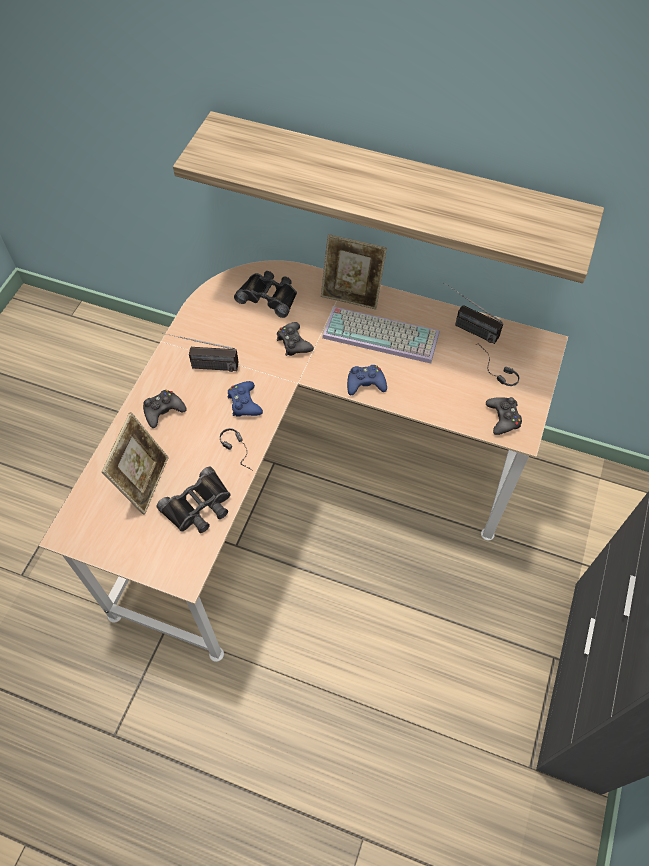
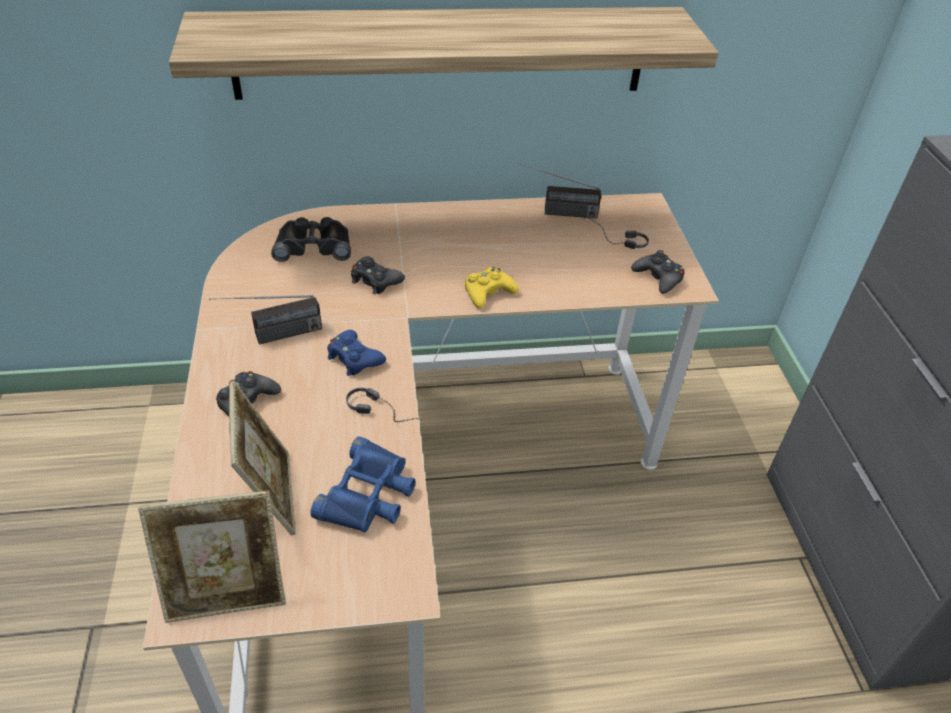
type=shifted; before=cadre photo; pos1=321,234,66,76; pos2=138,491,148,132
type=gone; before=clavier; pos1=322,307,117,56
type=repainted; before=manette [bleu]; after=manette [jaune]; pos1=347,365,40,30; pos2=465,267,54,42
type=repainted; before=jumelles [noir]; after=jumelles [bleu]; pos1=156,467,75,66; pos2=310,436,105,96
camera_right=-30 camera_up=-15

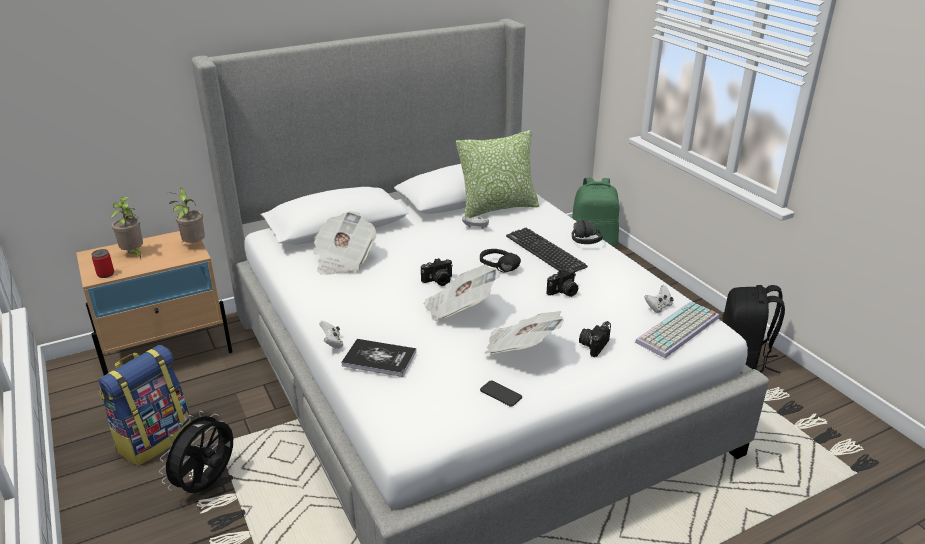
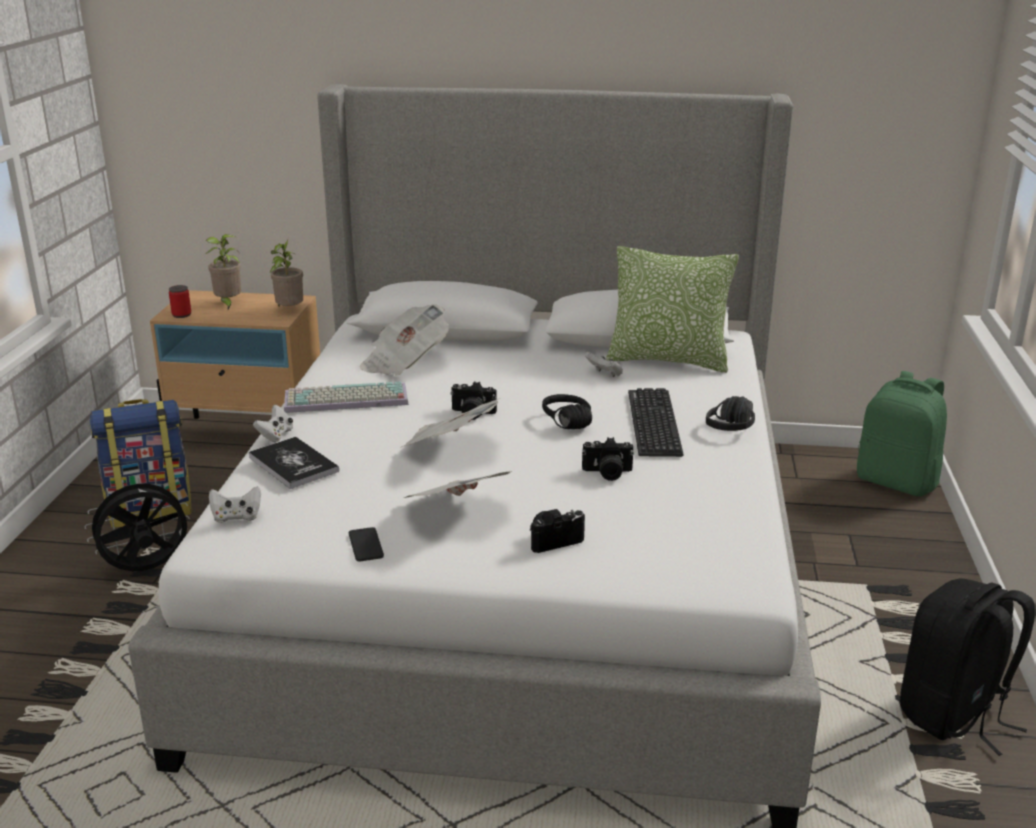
type=shifted; before=manette [blanc]; pos1=644,285,30,28; pos2=209,486,52,37
type=shifted; before=clavier; pos1=635,301,84,57; pos2=284,381,125,32
camera_right=35 camera_up=-5

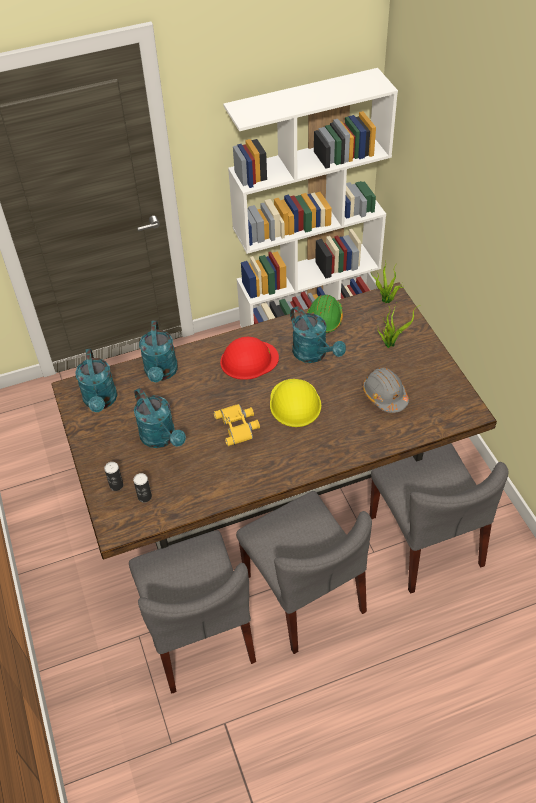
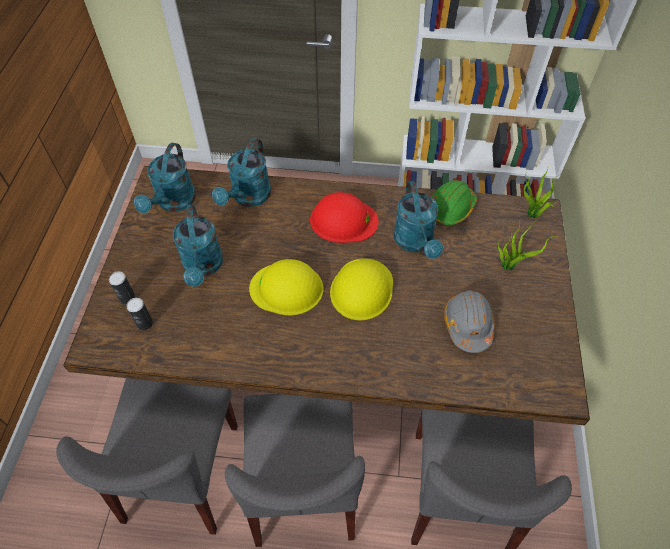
type=swapped; before=jumelles [jaune]; after=casque de chantier [jaune]; pos1=214,404,46,42; pos2=249,259,74,56
camera_right=25 camera_up=5

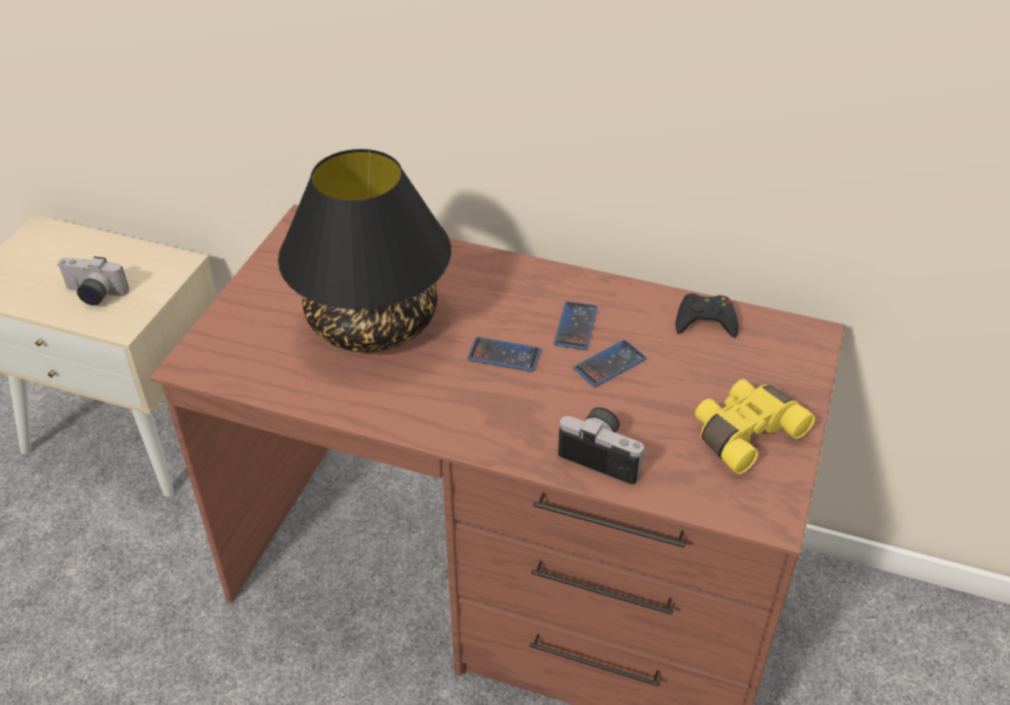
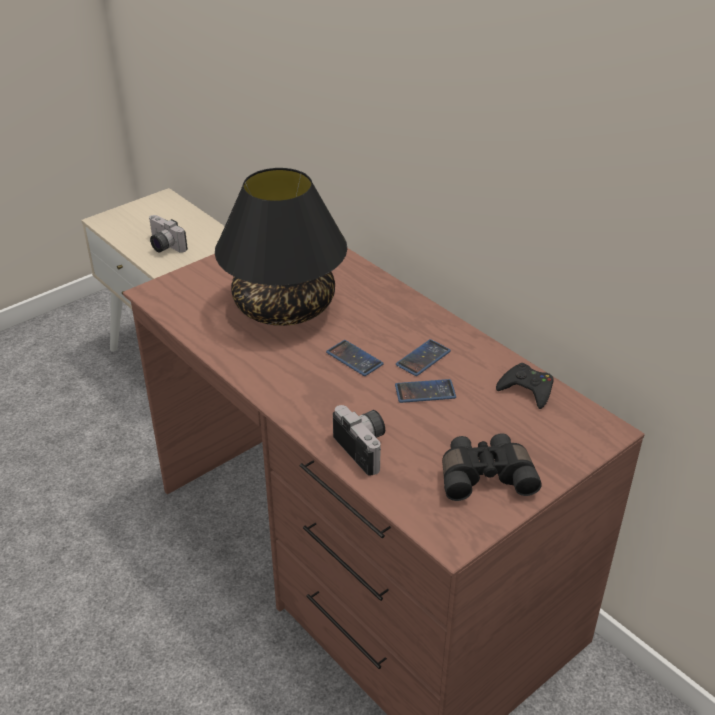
type=repainted; before=jumelles [jaune]; after=jumelles [noir]; pos1=695,379,120,95; pos2=442,433,100,68
camera_right=30 camera_up=-5

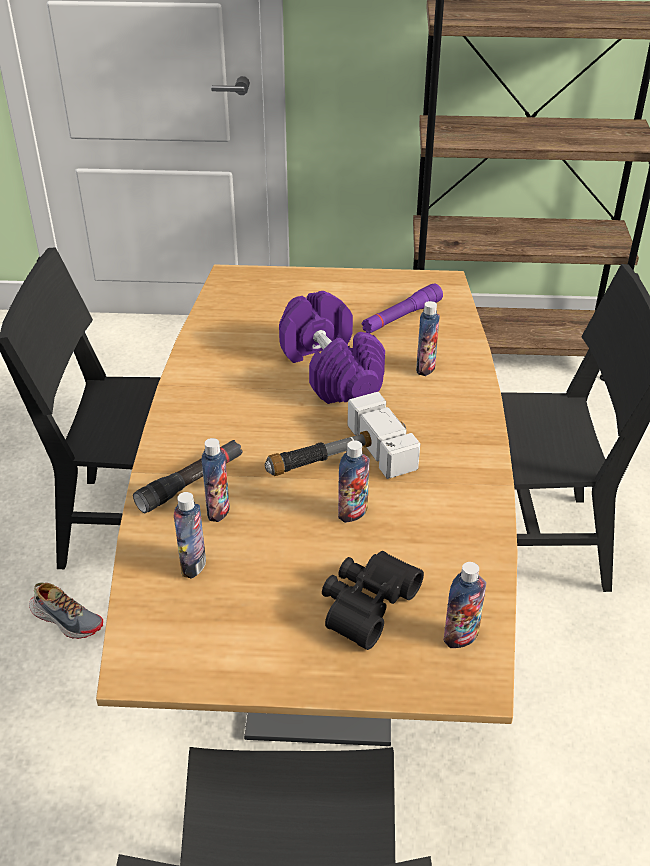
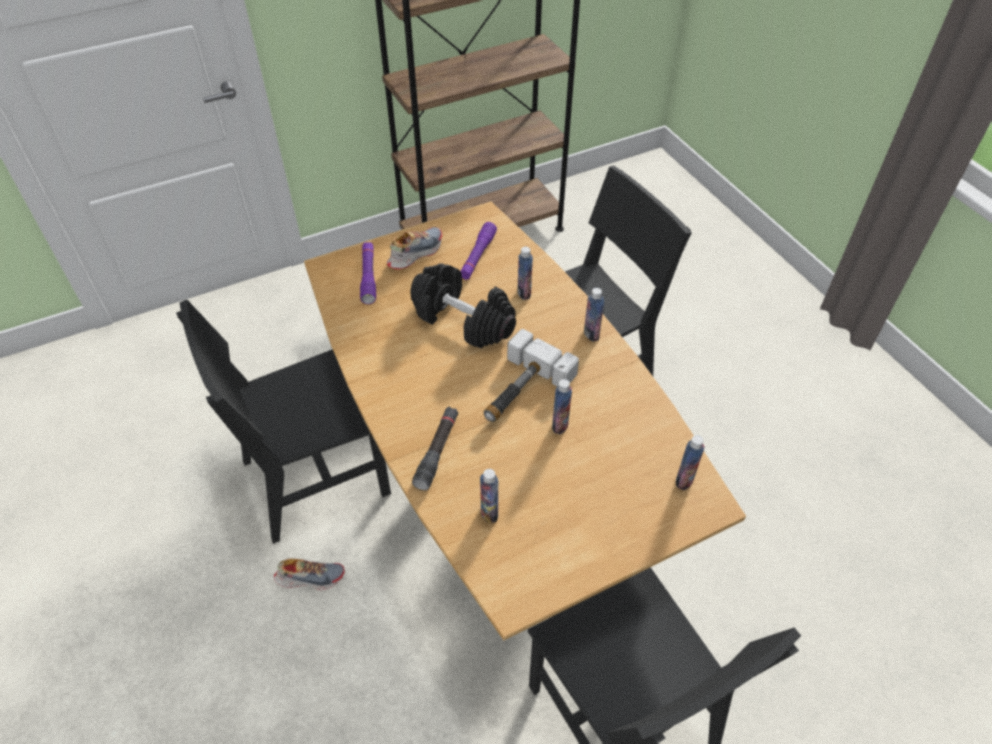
type=repainted; before=haltère [violet]; after=haltère [noir]; pos1=279,291,106,113; pos2=410,263,106,86
type=shifted; before=bouteille; pos1=201,438,29,84; pos2=584,288,20,54
type=gone; before=jumelles [noir]; pos1=322,551,102,99
type=new; after=chaussure; pos2=387,227,55,43
type=new; after=lampe de poche [violet]; pos2=360,242,16,62
camera_right=-30 camera_up=10

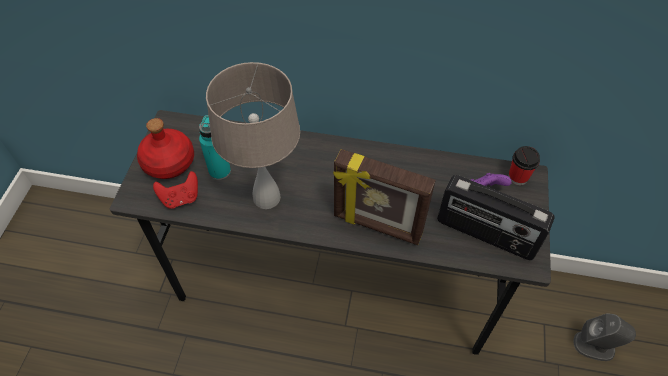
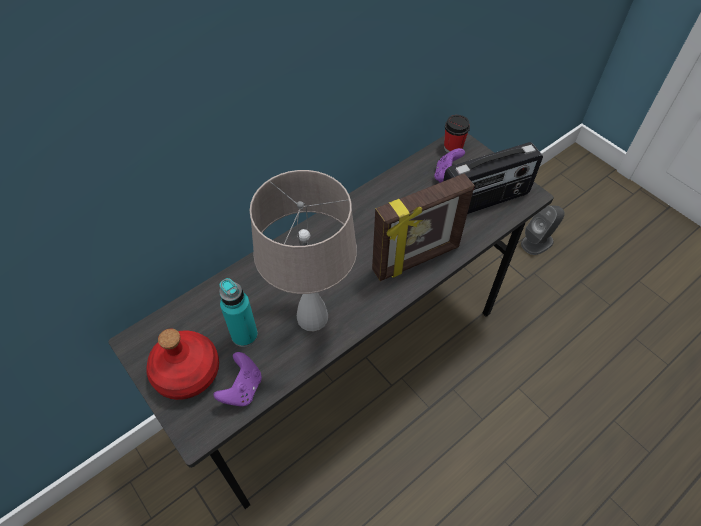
type=repainted; before=manette [rouge]; after=manette [violet]; pos1=153,171,45,38; pos2=213,352,49,55
camera_right=-50 camera_up=0

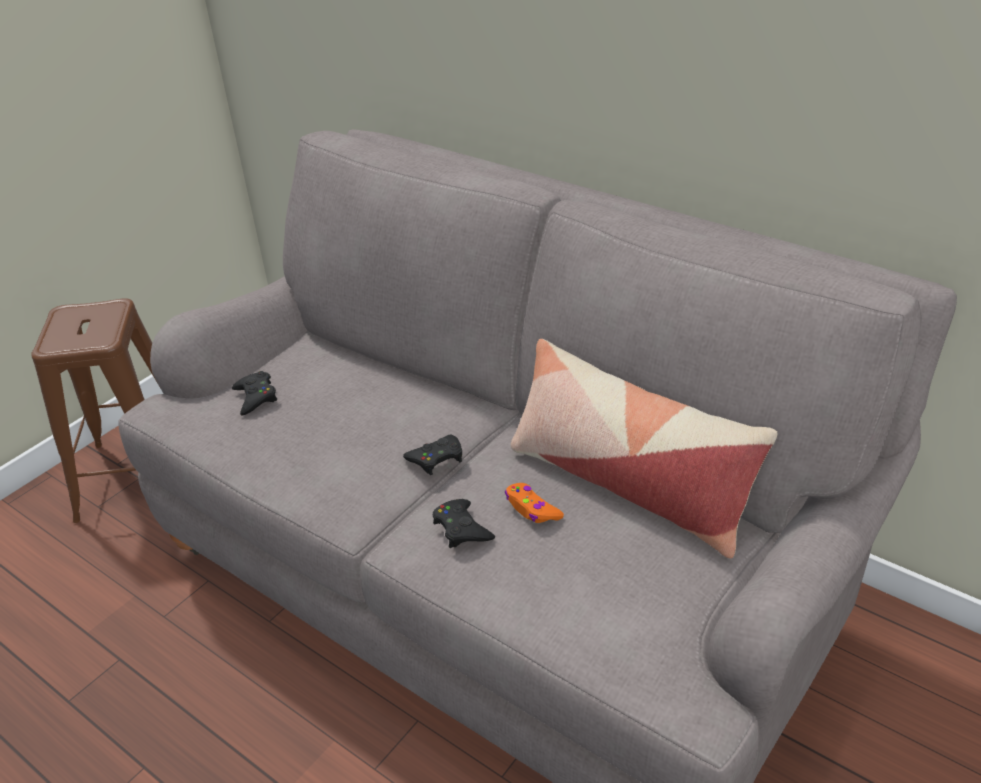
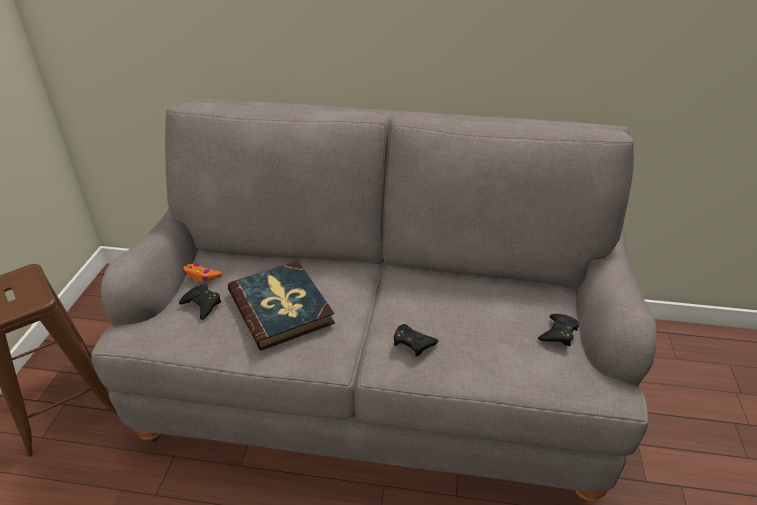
type=gone; before=coussin; pos1=511,339,267,220
type=shifted; before=manette [noir]; pos1=403,435,59,40; pos2=538,314,41,32
type=shifted; before=manette [orange]; pos1=505,483,59,40; pos2=183,263,40,19
type=new; after=livre; pos2=228,261,107,89
camera_right=-30 camera_up=0

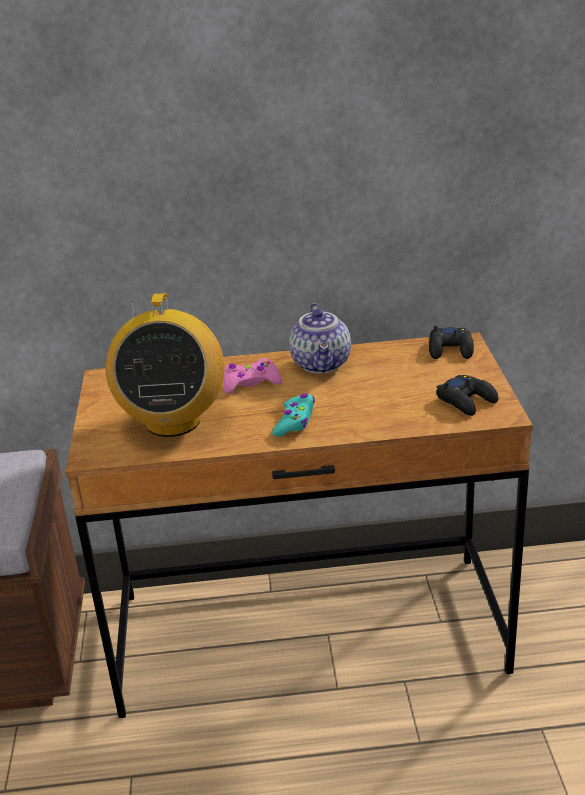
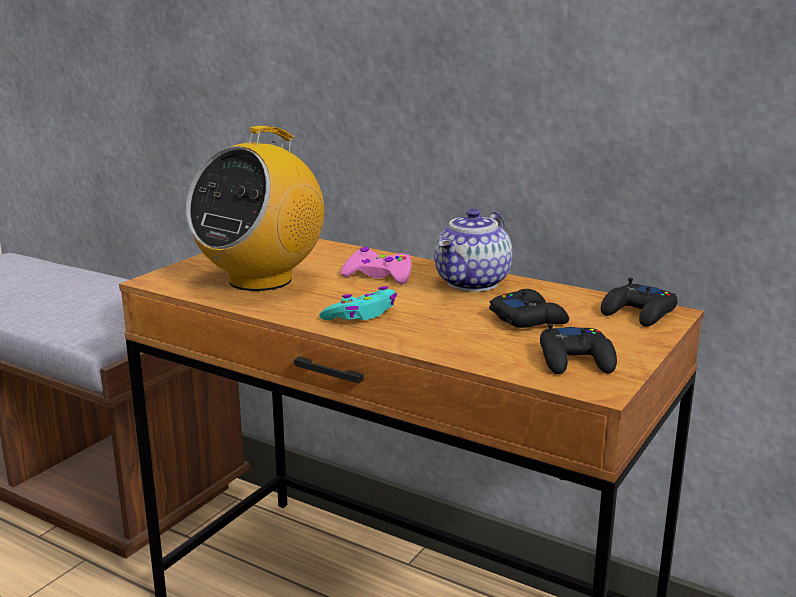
type=new; after=manette [noir]; pos2=489,289,80,39
camera_right=35 camera_up=-10

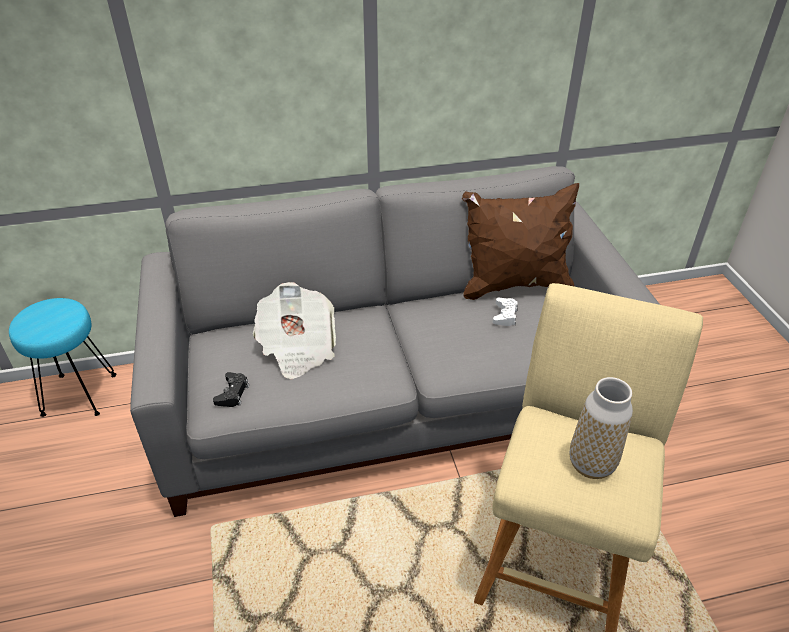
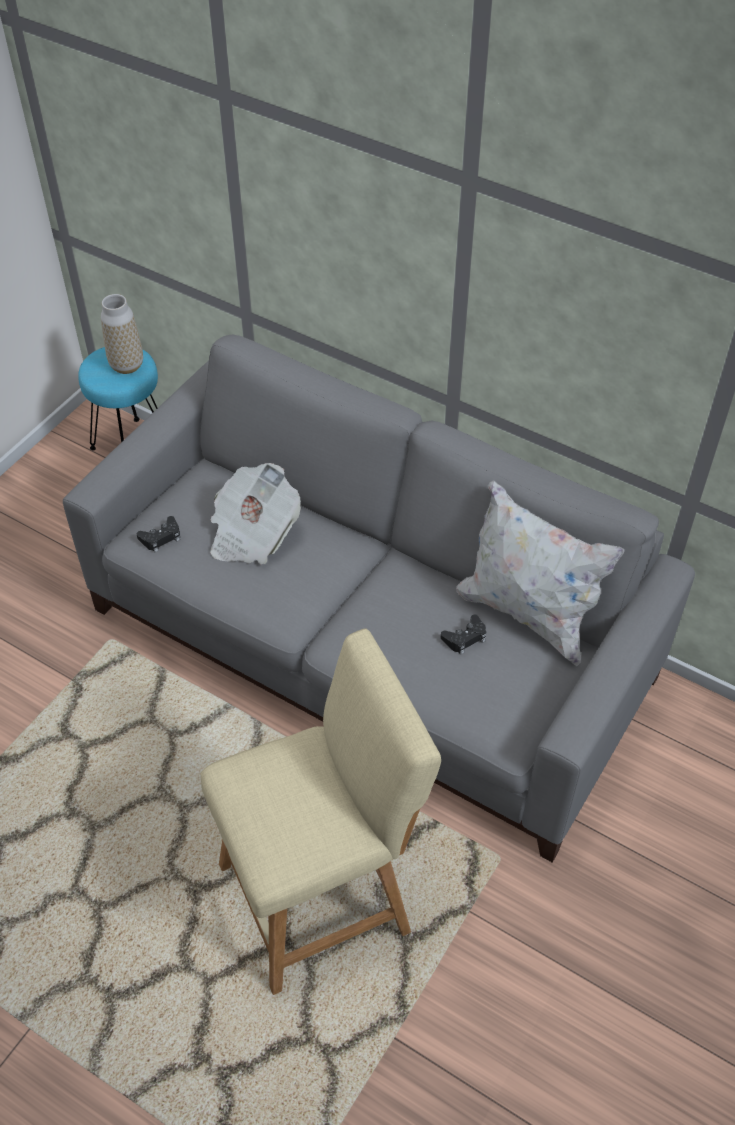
type=repainted; before=coussin [marron]; after=coussin [blanc]; pos1=462,183,117,117; pos2=456,480,169,186
type=repainted; before=manette [blanc]; after=manette [noir]; pos1=493,298,25,28; pos2=441,614,46,40
type=shifted; before=vase; pos1=570,377,63,102; pos2=101,294,42,80
camera_right=45 camera_up=10

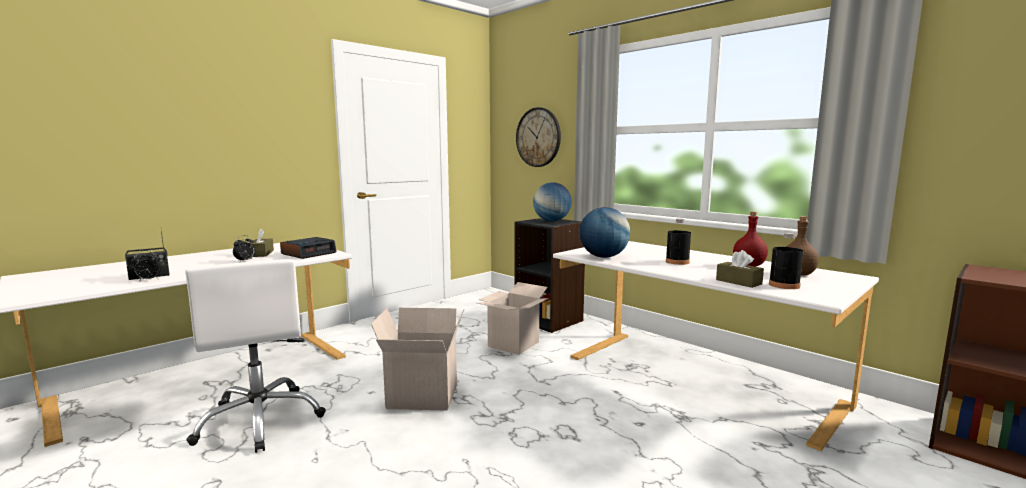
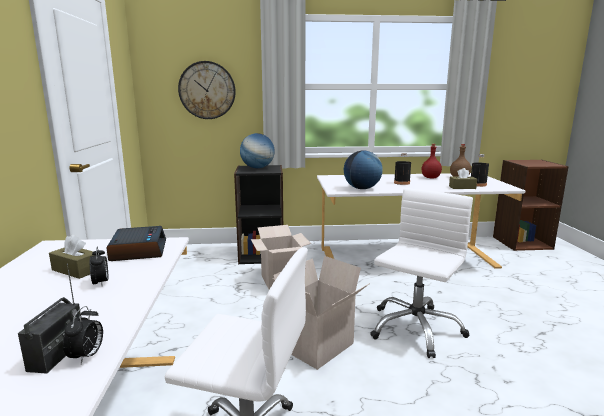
type=new; after=chaise de bureau [blanc]; pos2=370,188,103,170
camera_right=-50 camera_up=5

